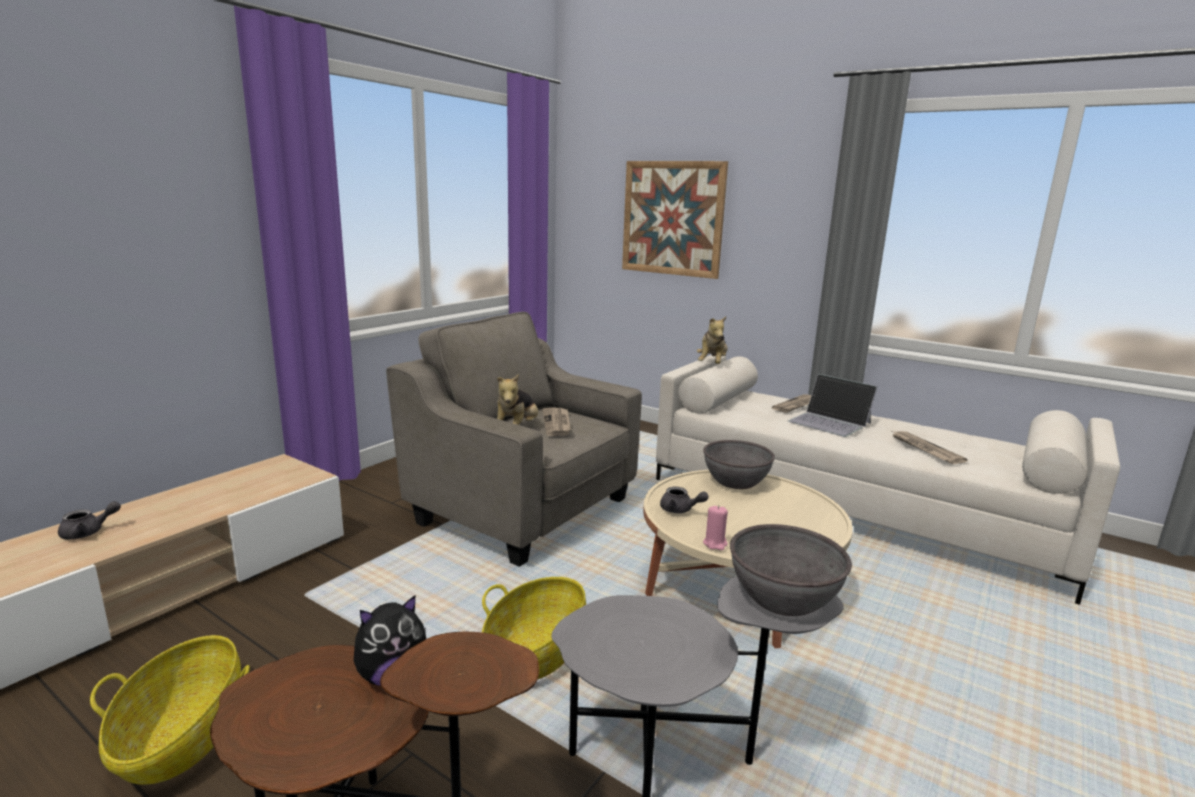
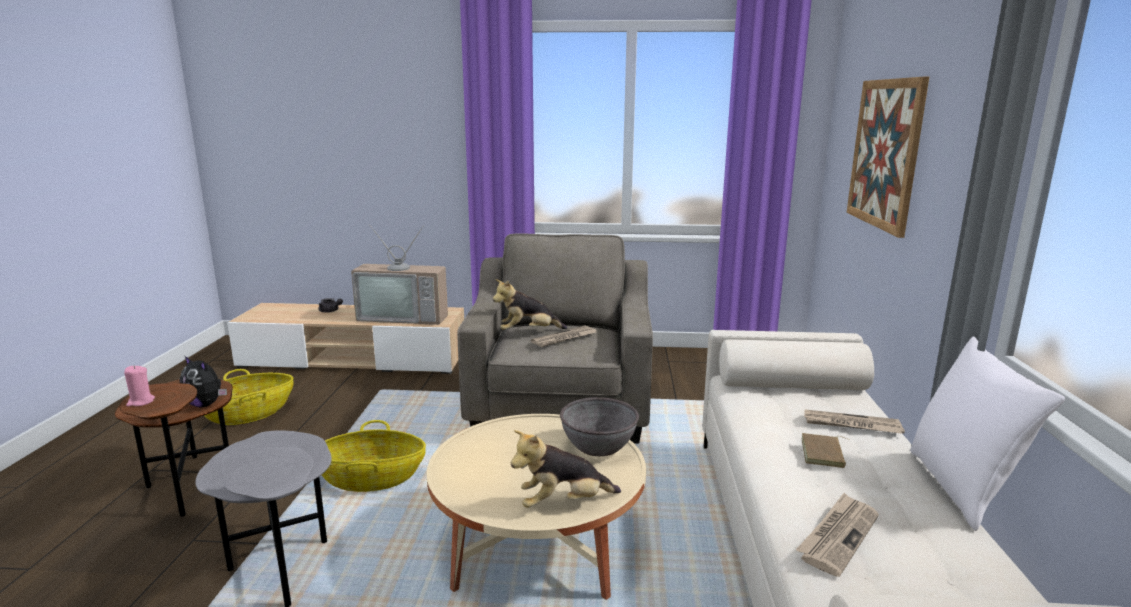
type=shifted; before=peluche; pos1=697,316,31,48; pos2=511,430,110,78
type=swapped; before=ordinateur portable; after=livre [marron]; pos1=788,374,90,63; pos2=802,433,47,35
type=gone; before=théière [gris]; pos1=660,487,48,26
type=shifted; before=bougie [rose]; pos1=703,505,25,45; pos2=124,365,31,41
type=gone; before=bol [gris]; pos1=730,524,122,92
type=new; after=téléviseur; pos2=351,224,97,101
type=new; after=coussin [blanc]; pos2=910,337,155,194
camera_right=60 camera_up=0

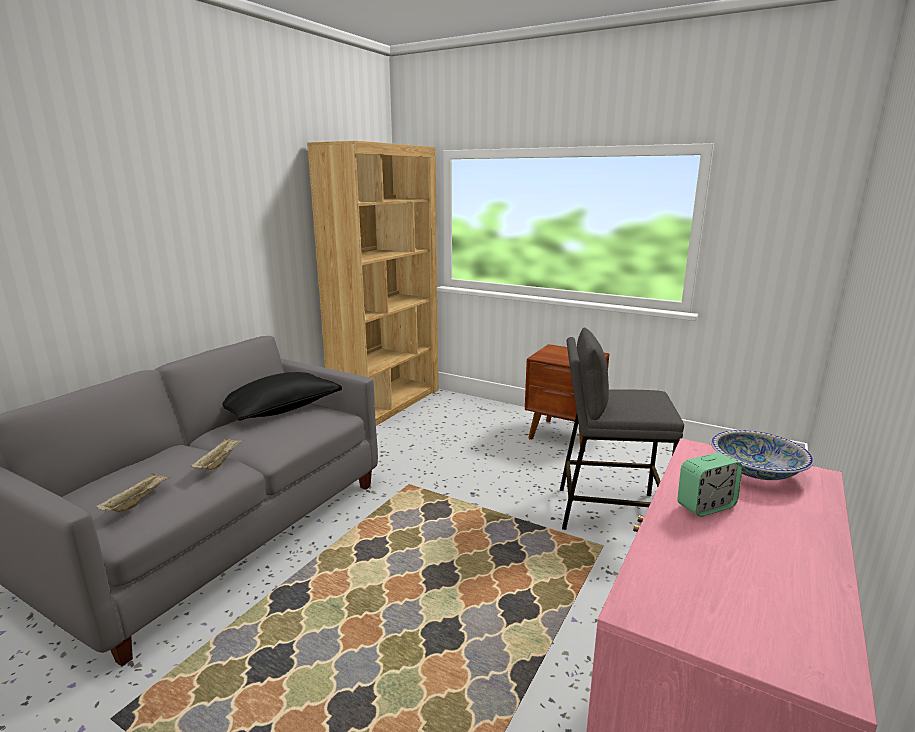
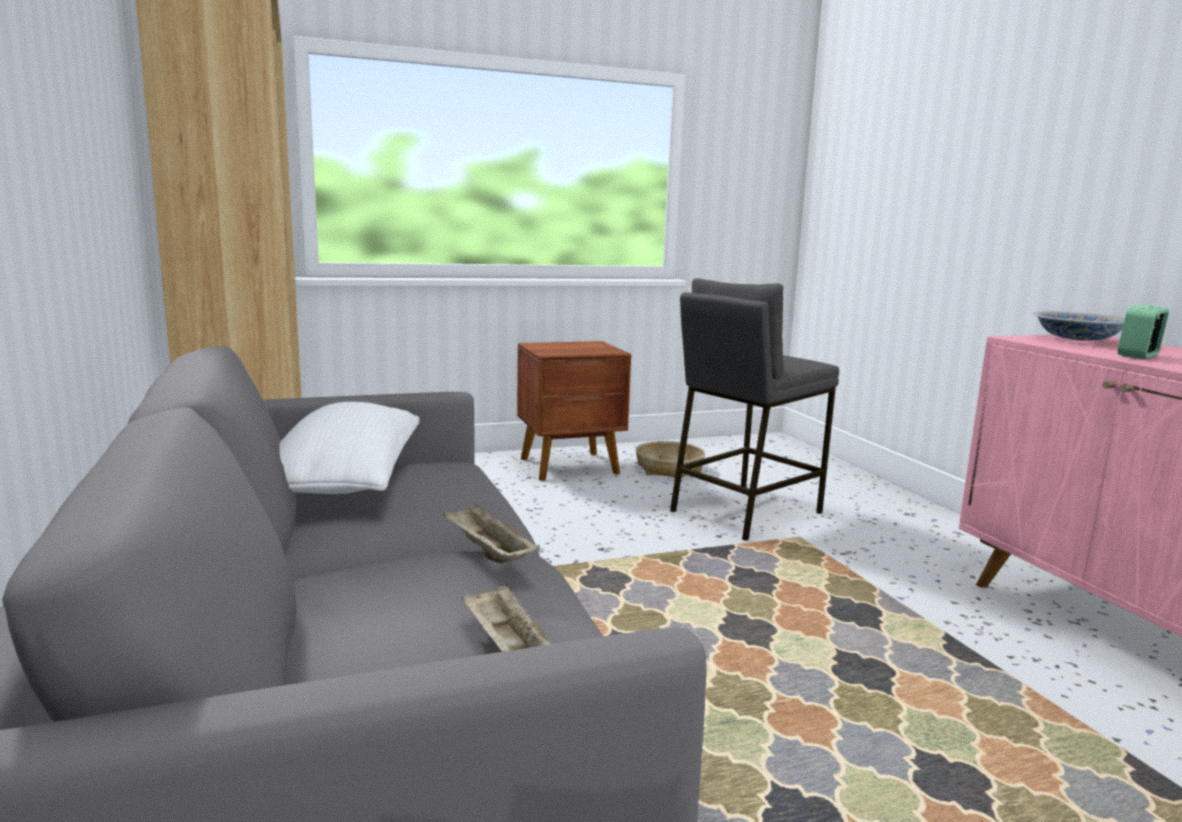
type=repainted; before=coussin [noir]; after=coussin [blanc]; pos1=222,372,120,49; pos2=280,402,139,92
type=rotated; before=réveil; pos1=677,452,66,65; pos2=1118,305,51,54; turn=-150
type=new; after=panier; pos2=636,441,69,37
camera_right=-50 camera_up=-5

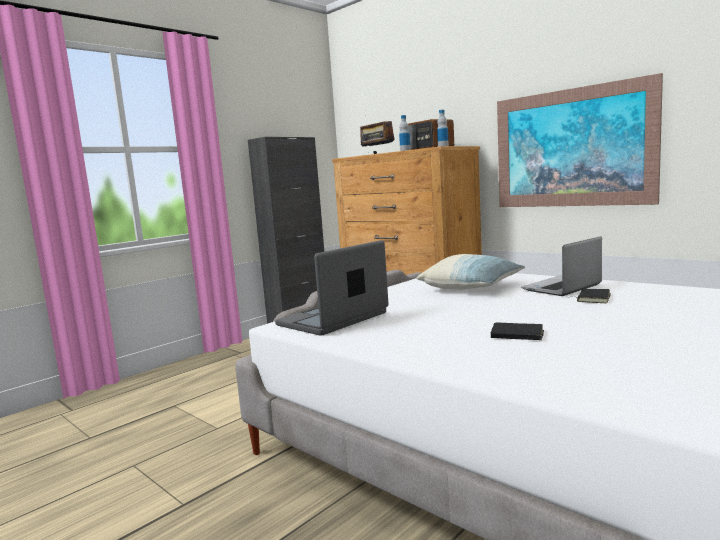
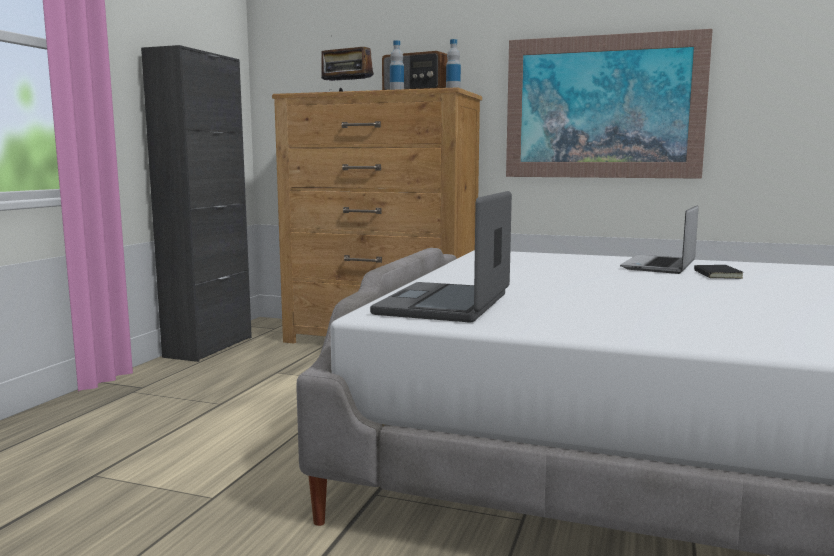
type=gone; before=coussin; pos1=417,254,108,36
type=gone; before=livre [noir]; pos1=491,323,53,17
camera_right=-25 camera_up=0

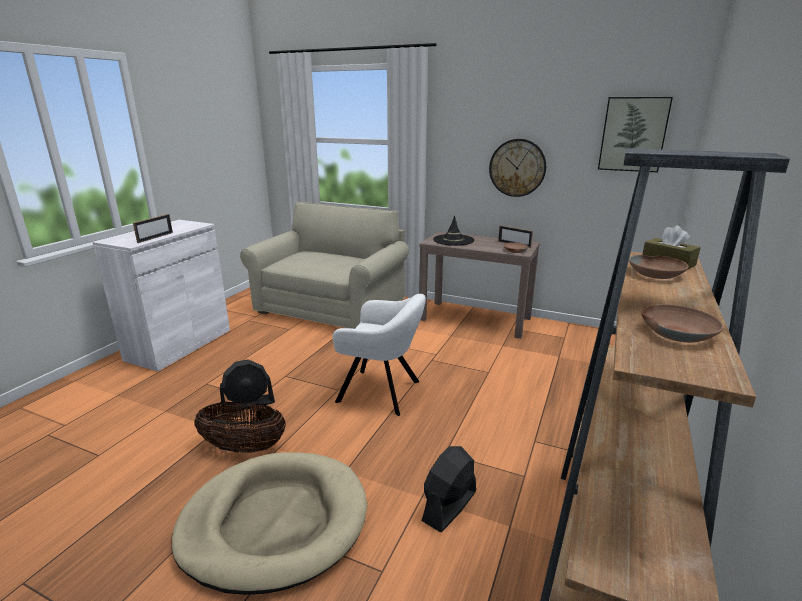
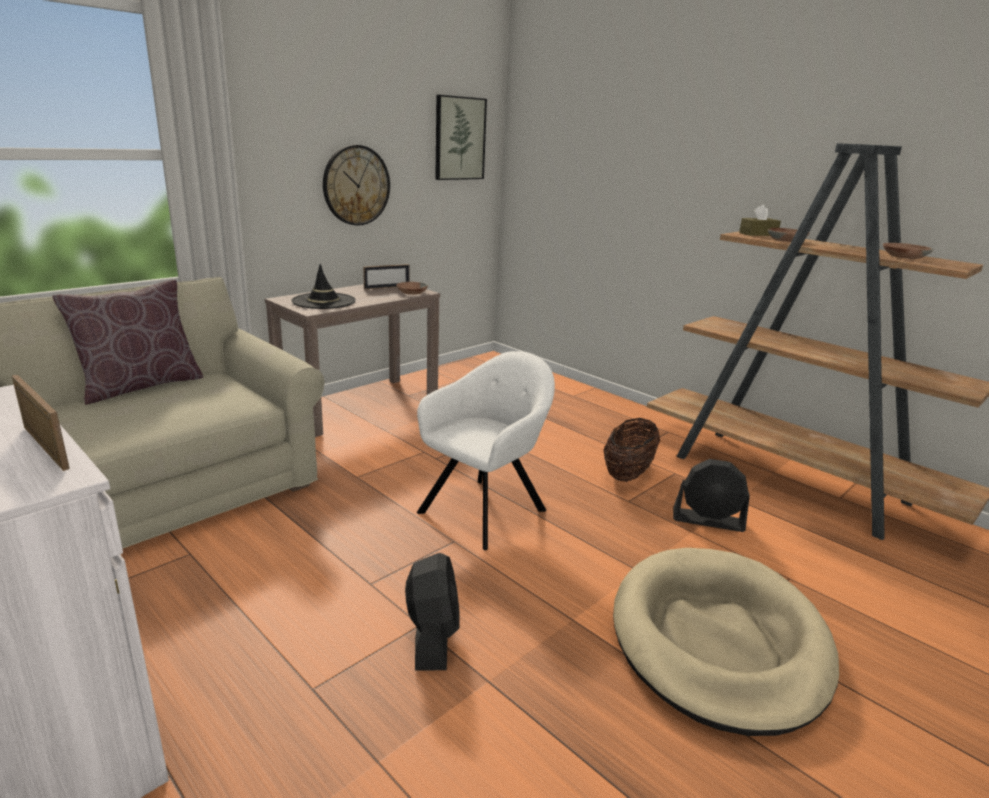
type=shifted; before=panier; pos1=194,402,92,51; pos2=604,418,56,64
type=rotated; before=ventilateur [noir]; pos1=422,446,54,86; pos2=673,459,77,73; turn=-45
type=new; after=coussin [marron]; pos2=52,280,151,125
camera_right=-70 camera_up=0

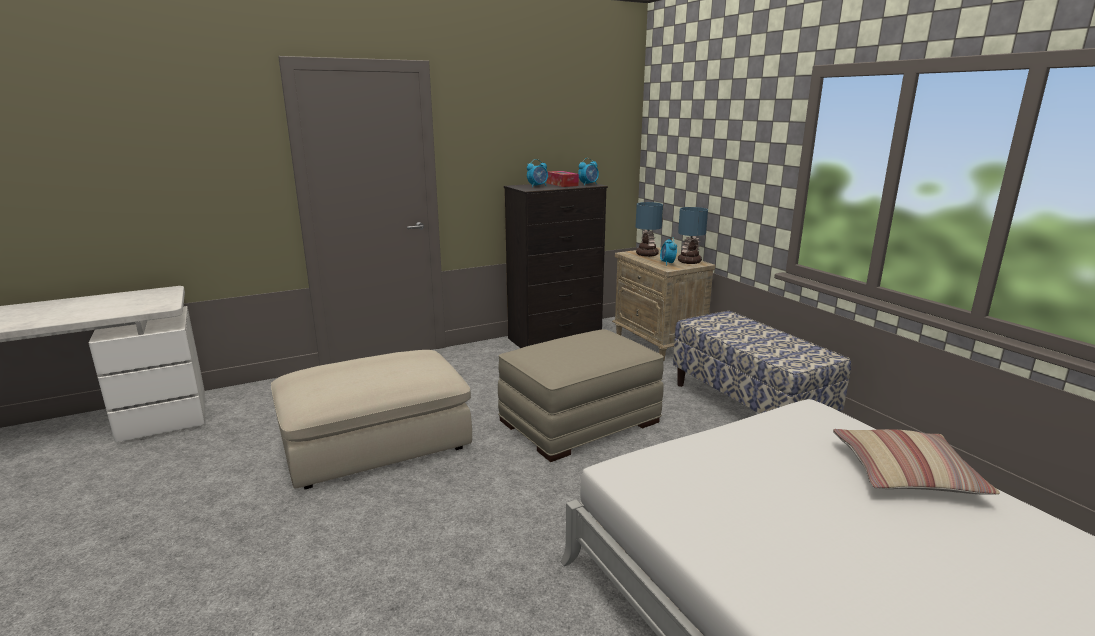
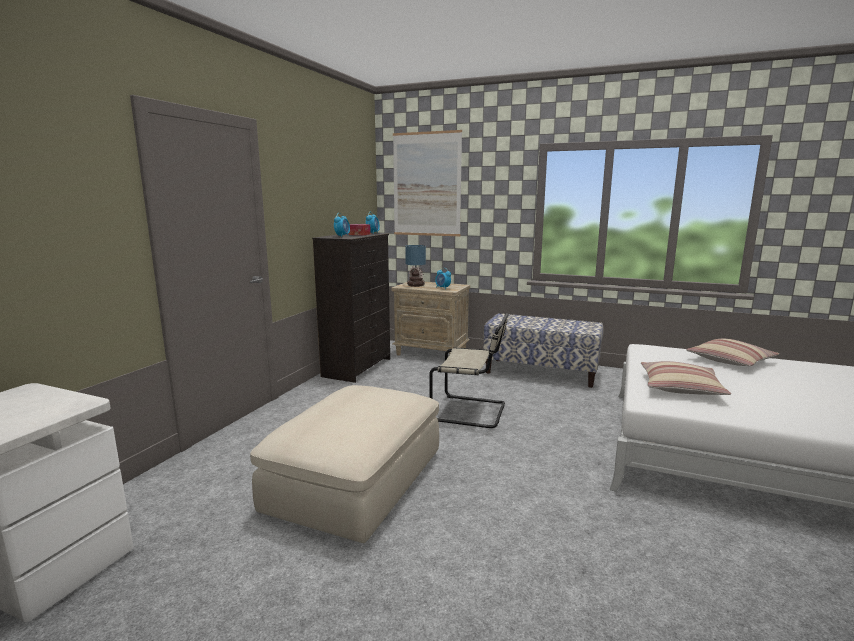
type=gone; before=lampe de table; pos1=678,207,30,57
type=swapped; before=pouf [beige]; after=chaise [beige]; pos1=498,329,166,133; pos2=429,313,79,115
type=new; after=tableau; pos2=393,130,69,106
type=new; after=coussin; pos2=641,361,90,34
camera_right=-40 camera_up=-5

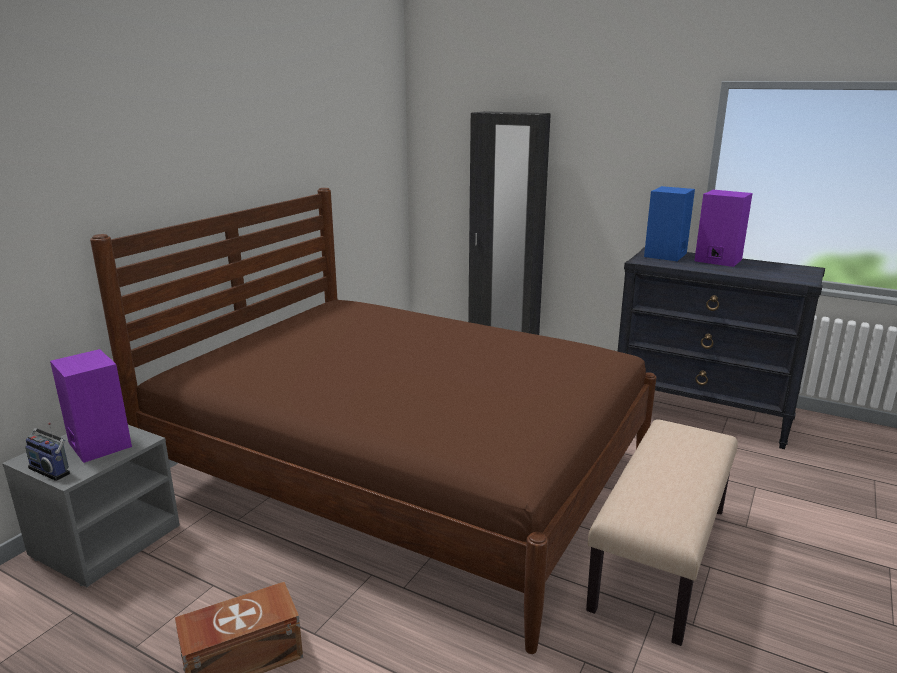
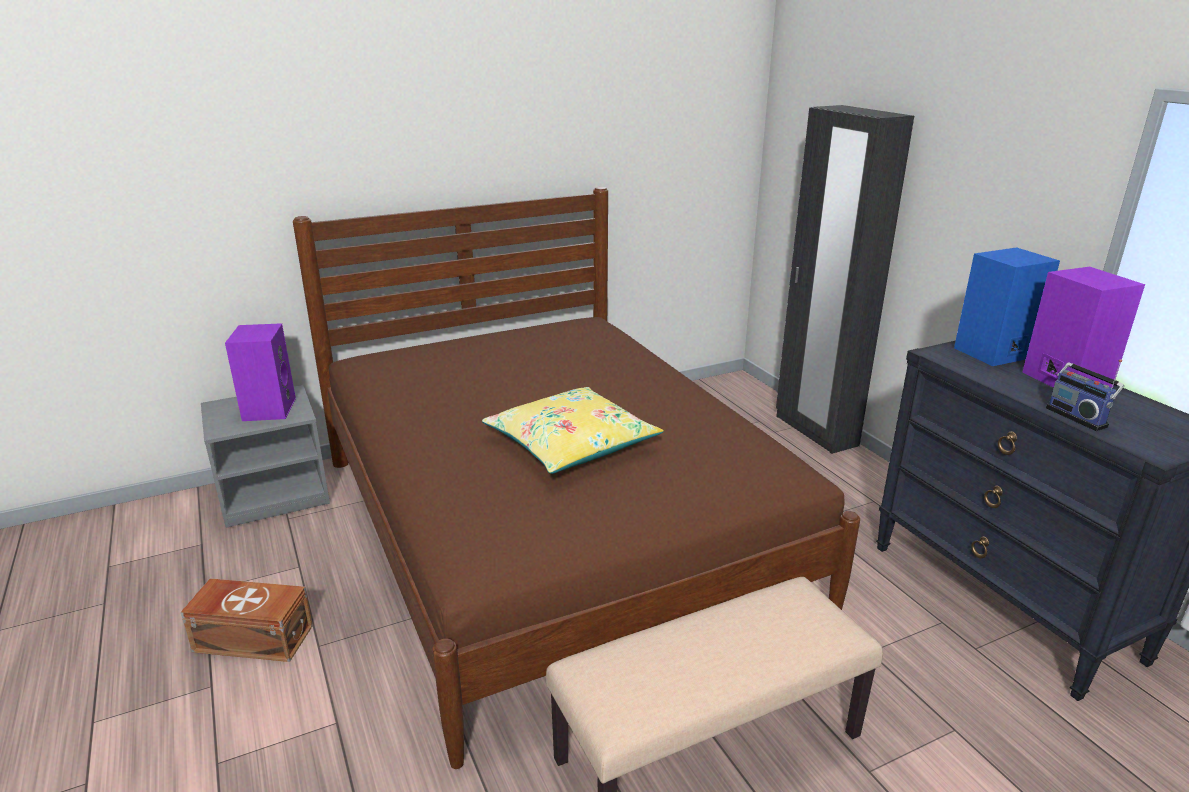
type=shifted; before=radio; pos1=25,423,45,58; pos2=1046,359,78,72
type=new; after=coussin [jaune]; pos2=482,387,182,87
camera_right=35 camera_up=5

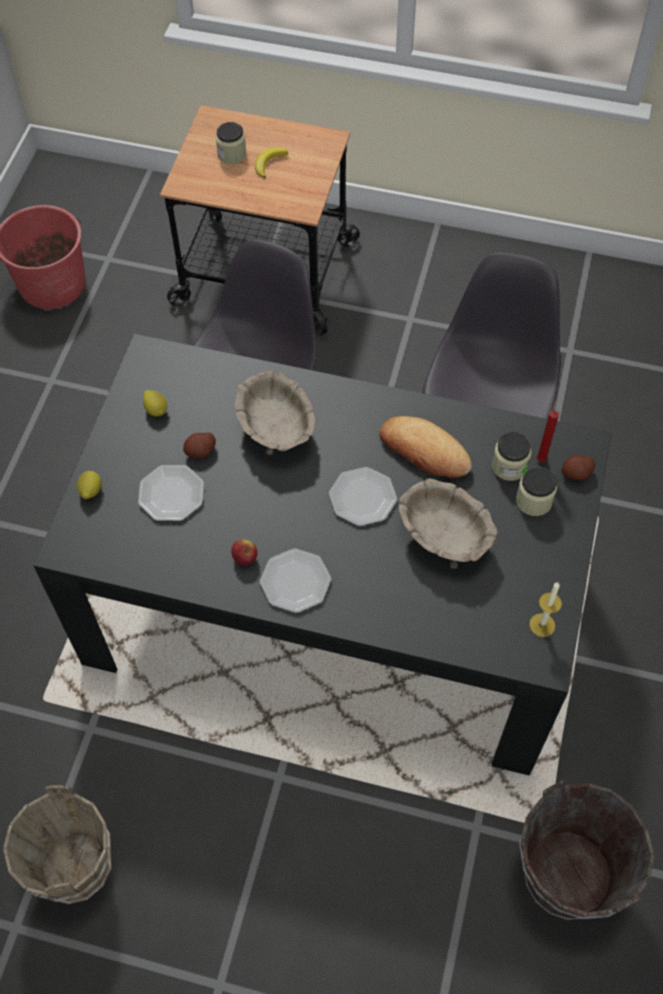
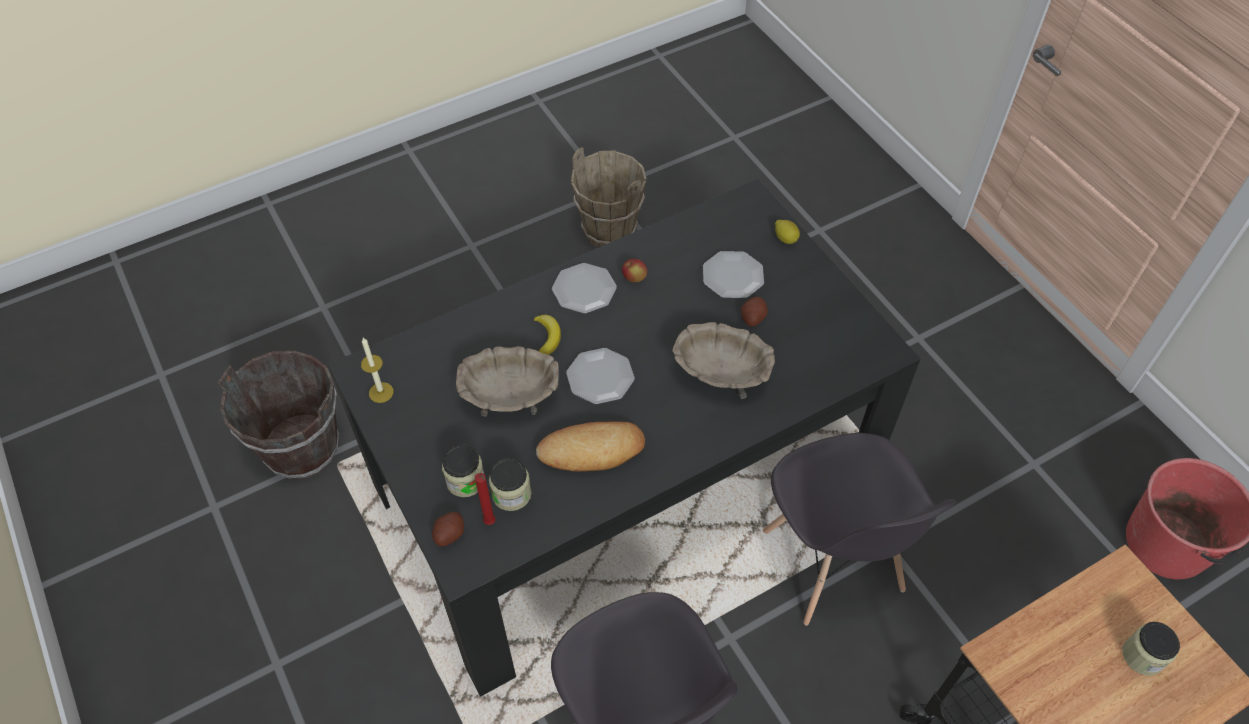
type=shifted; before=banane; pos1=255,147,33,31; pos2=533,315,28,40
type=gone; before=citron; pos1=143,390,24,27
camera_right=135 camera_up=-5

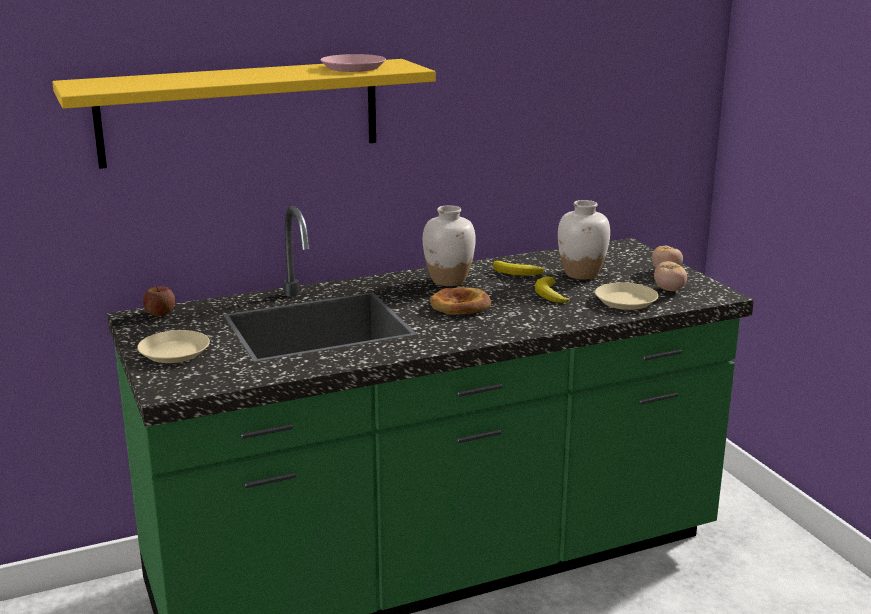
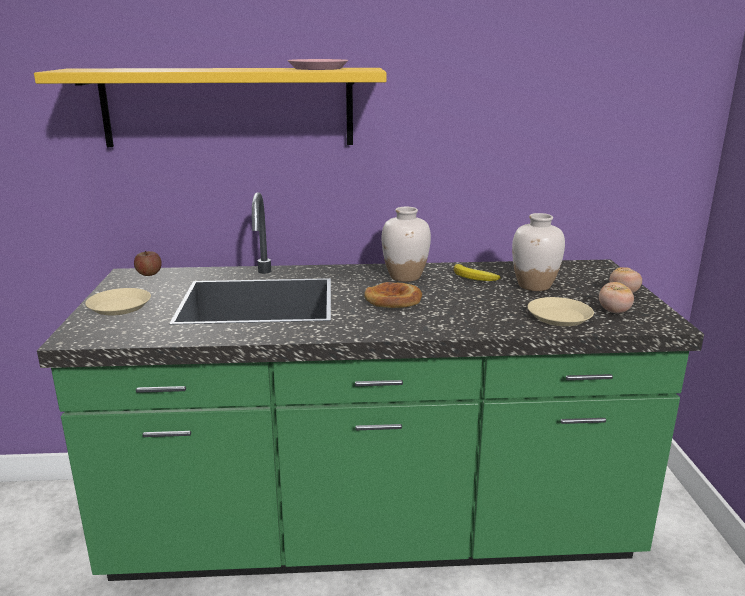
type=gone; before=banane; pos1=535,276,34,27
camera_right=20 camera_up=0

